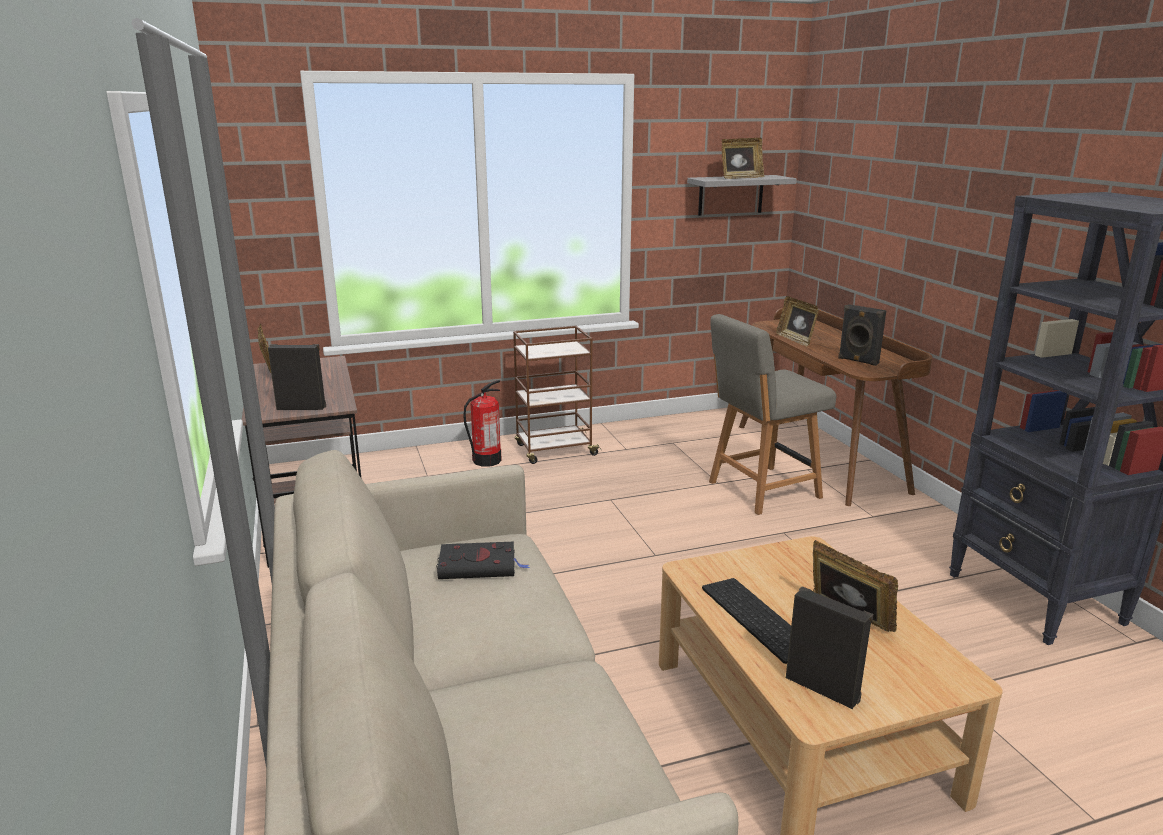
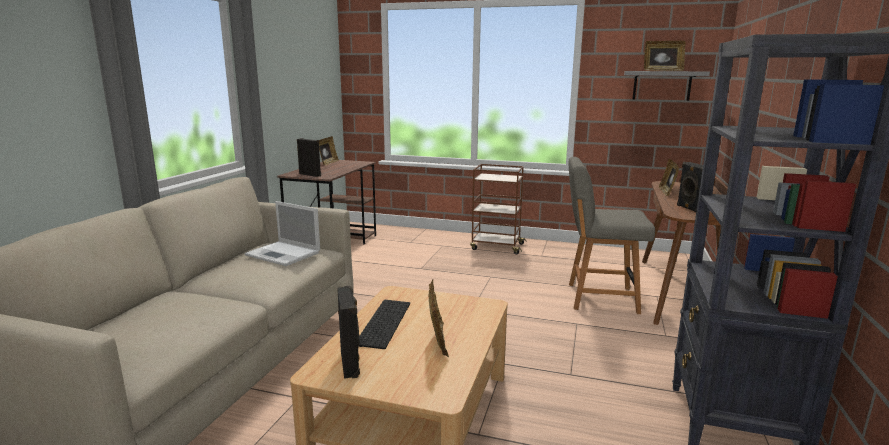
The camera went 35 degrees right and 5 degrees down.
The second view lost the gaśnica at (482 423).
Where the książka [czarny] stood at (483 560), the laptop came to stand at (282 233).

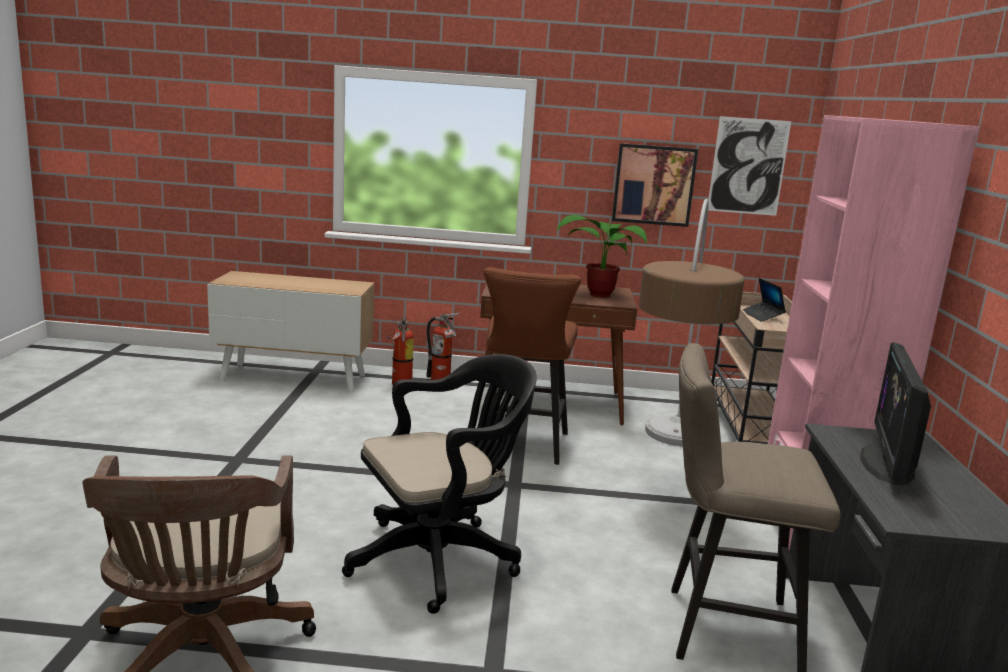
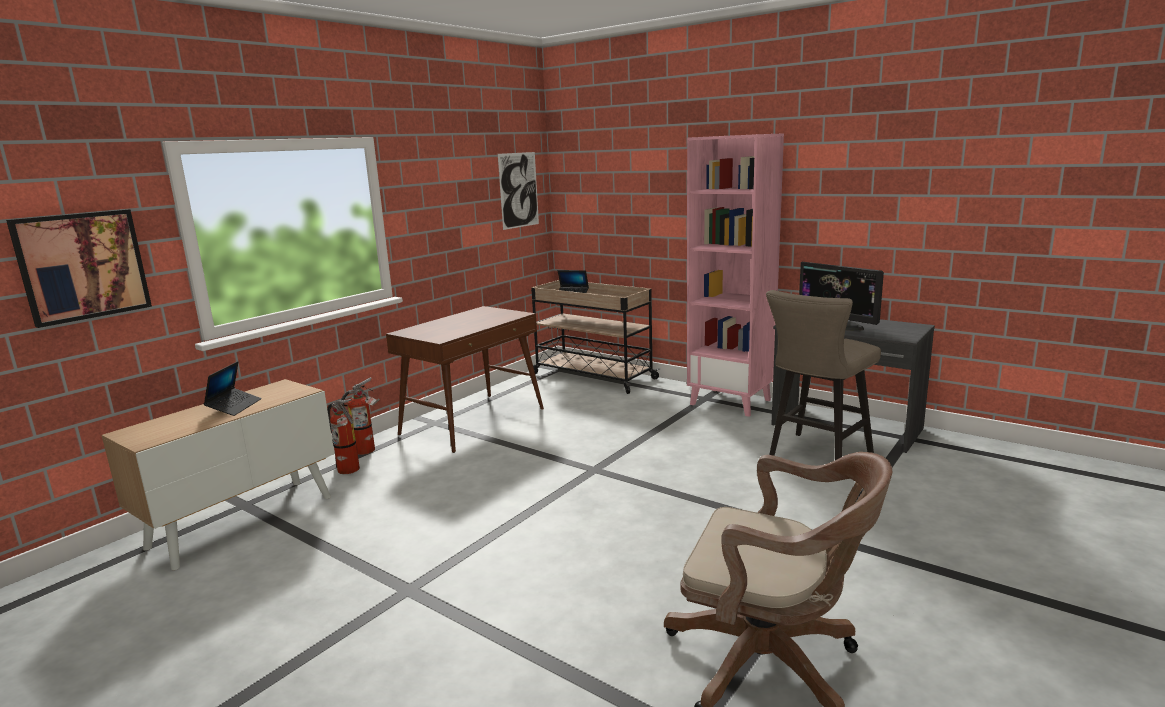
The camera went 55 degrees left and 0 degrees up.
The second view lost the krzesło biurowe [czarny] at (439 484).
The second view lost the stołek [brązowy] at (532 366).
The second view lost the roślina doniczkowa at (602 256).
The second view lost the lampa stojąca at (691 322).
The second view gained the laptop at (232 388).
The obraz ended up elsewhere, having gone from (655 185) to (79 268).

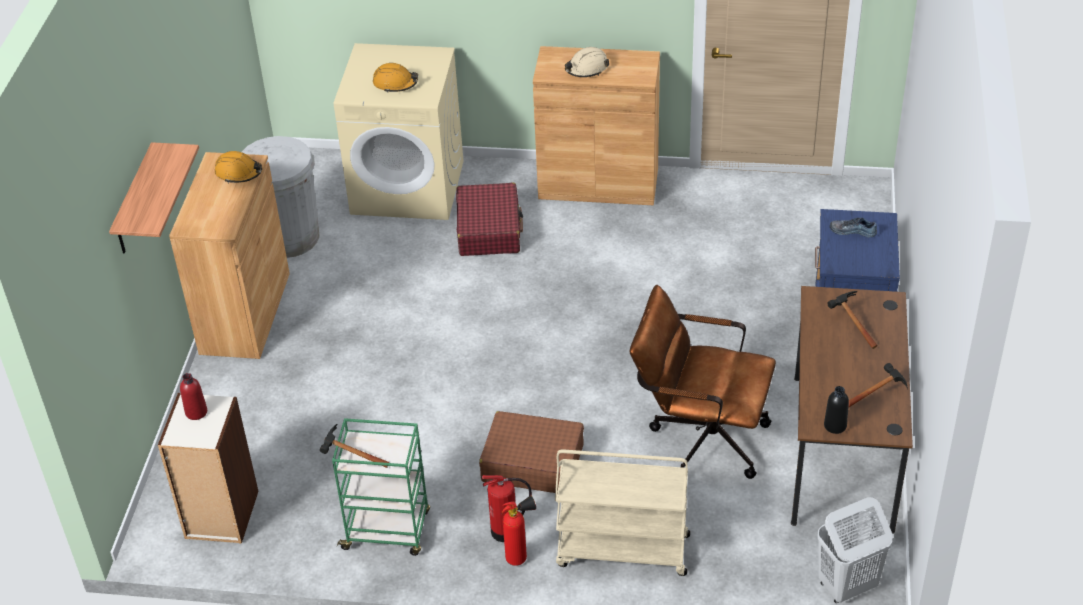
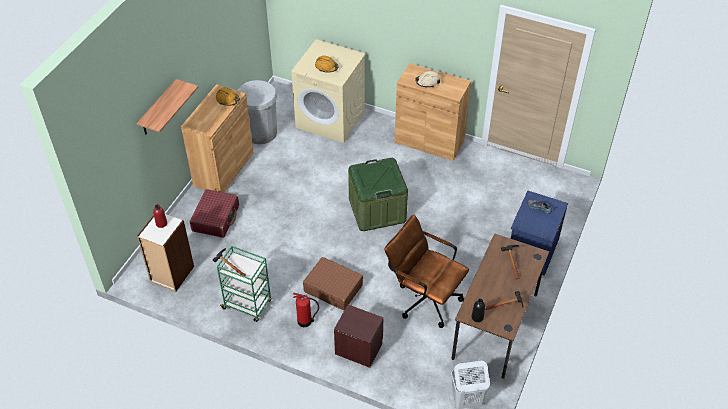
The camera went 15 degrees right and 5 degrees up.
The second view lost the gaśnica at (518 530).
The second view gained the pojemnik do przechowywania [zielony] at (378 194).
The walizka [czerwony] ended up elsewhere, having gone from (489 219) to (214 213).
Where the wózek [beżowy] stood at (622 512), the szafka nocna [brązowy] came to stand at (359 336).

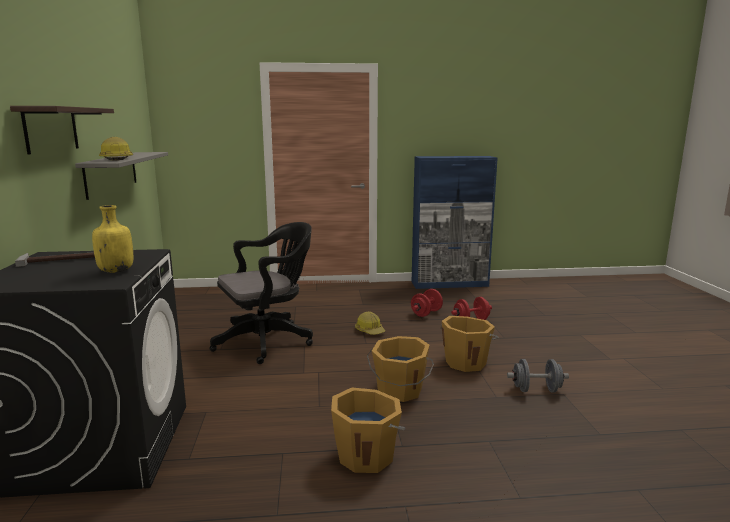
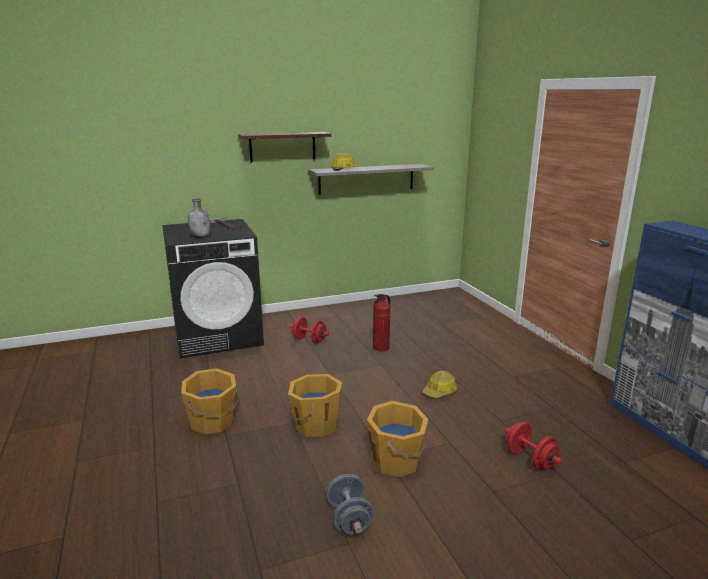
The camera went 75 degrees right and 5 degrees up.
The hantel [czerwony] ended up elsewhere, having gone from (427 303) to (309 330).
Where the krzesło biurowe [czarny] stood at (261 293), the gaśnica came to stand at (382 323).
What was the butelka [żółty] at (112 239) turned into the butelka [szary] at (199 218).

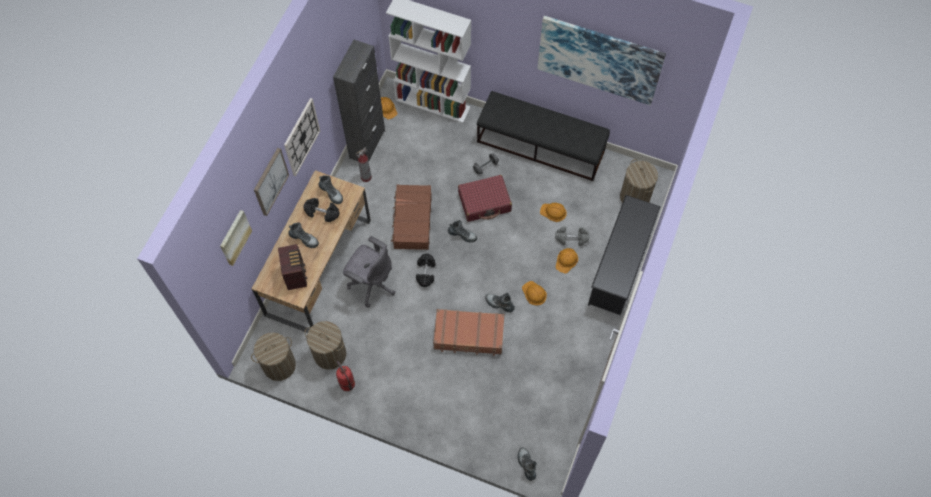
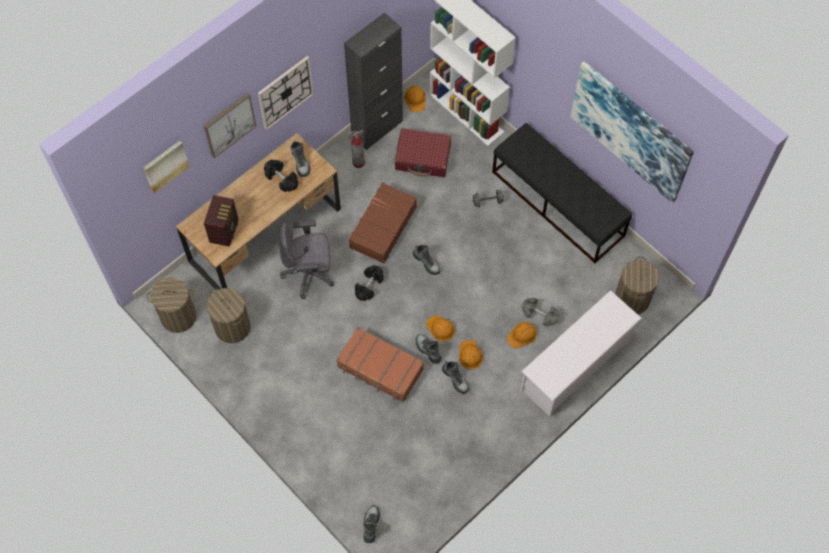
The camera went 25 degrees right and 0 degrees up.
The second view lost the gaśnica at (345 376).
The but z cholewką ended up elsewhere, having gone from (303 235) to (455 377).
The walizka [czerwony] ended up elsewhere, having gone from (485 198) to (422 152).
The kask [pomarańczowy] ended up elsewhere, having gone from (553 212) to (440 328).
What was the regał na buty [czarny] at (624 255) turned into the regał na buty [biały] at (581 353).
The krzesło biurowe [szary] at (369 272) ended up facing another way, 120 degrees clockwise from before.

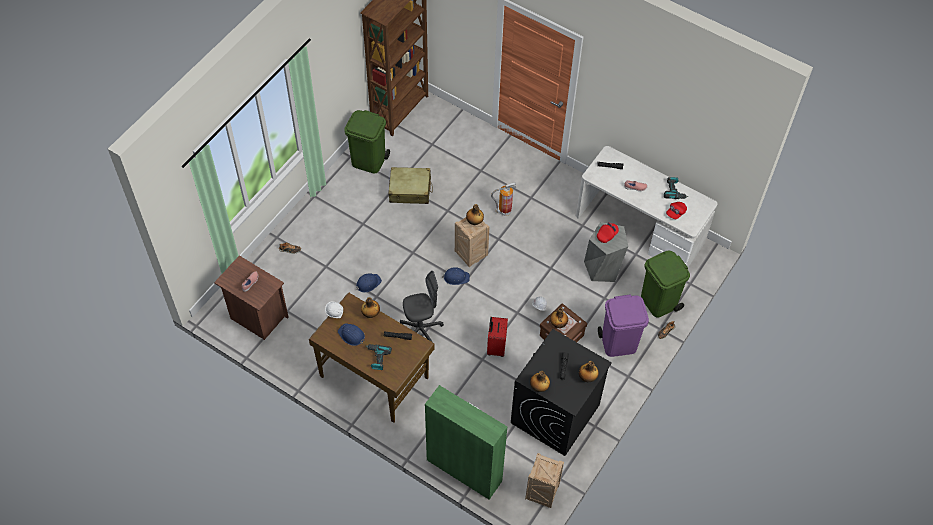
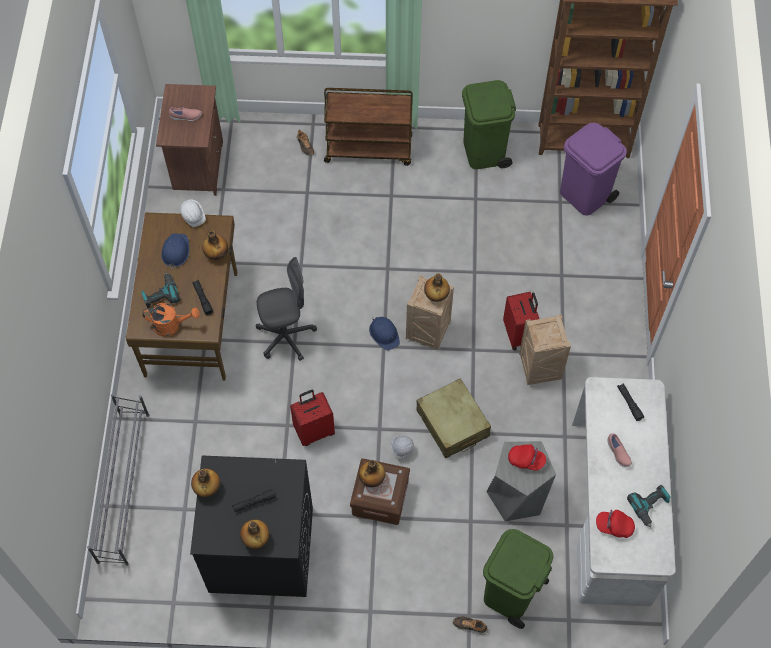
The camera went 60 degrees right and 5 degrees up.
The second view lost the kask [niebieski] at (369 283).
The second view gained the konewka [pomarańczowy] at (171 320).
The second view gained the wózek [brązowy] at (368 127).
The walizka [beżowy] ended up elsewhere, having gone from (410 185) to (453 418).
The skrzynka ended up elsewhere, having gone from (544 480) to (545 349).
The kosz na śmieci [fioletowy] ended up elsewhere, having gone from (623 325) to (593 169).
Where the szafka [zielony] stood at (466 442), the regał na buty [szary] came to stand at (118 480).
Where the gaśnica stood at (503 199), the walizka [czerwony] came to stand at (521 321).
The krzesło biurowe [szary] at (422 306) ended up facing another way, 60 degrees counterclockwise from before.

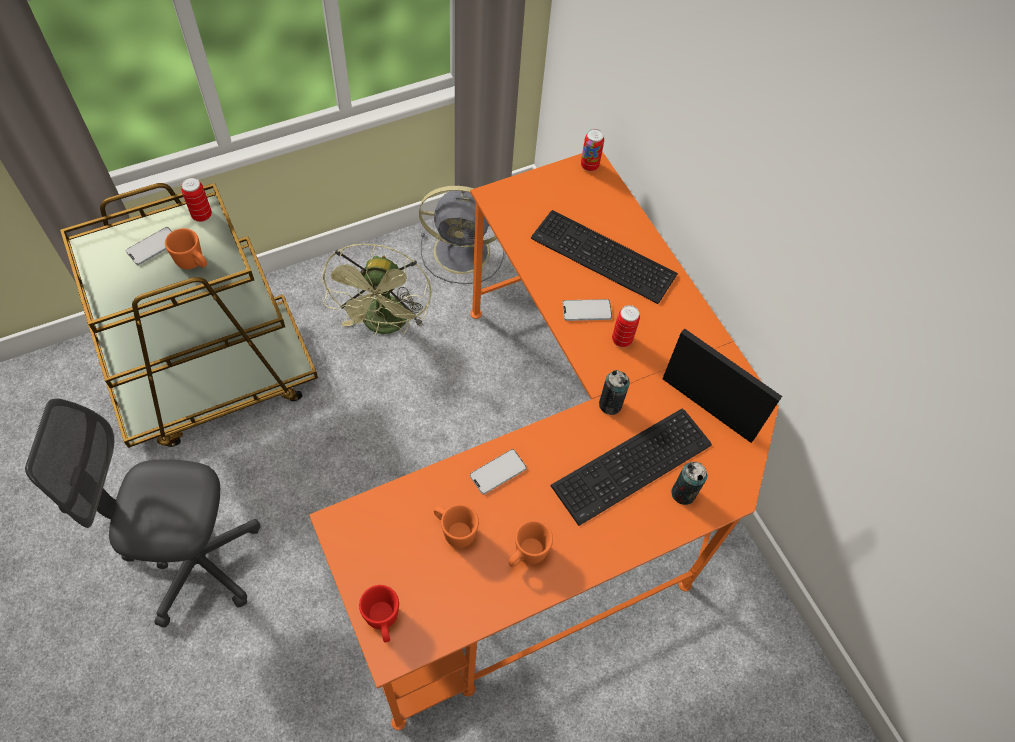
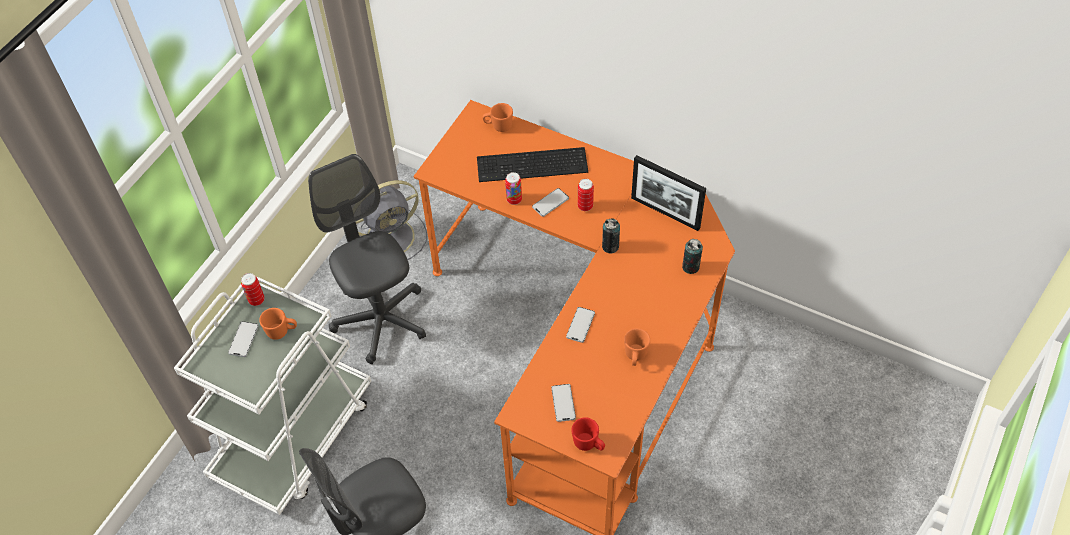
The camera went 30 degrees left and 5 degrees down.
The second view lost the klawiatura at (631 467).
The second view gained the telefon at (563 403).
The kubek [pomarańczowy] ended up elsewhere, having gone from (456 526) to (498 117).
The puszka ended up elsewhere, having gone from (592 150) to (513 188).
Where the wentylator [zielony] stood at (376 290), the krzesło biurowe [szary] came to stand at (367 259).
What was the wózek [brązowy] at (189 315) turned into the wózek [biały] at (272 395).
The ramka na zdjęcie at (722 386) ended up facing another way, 150 degrees counterclockwise from before.

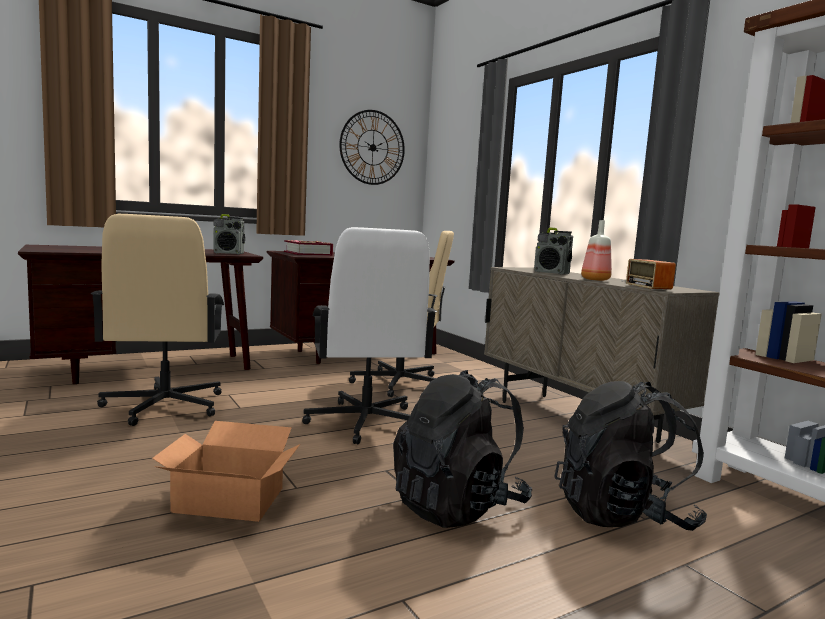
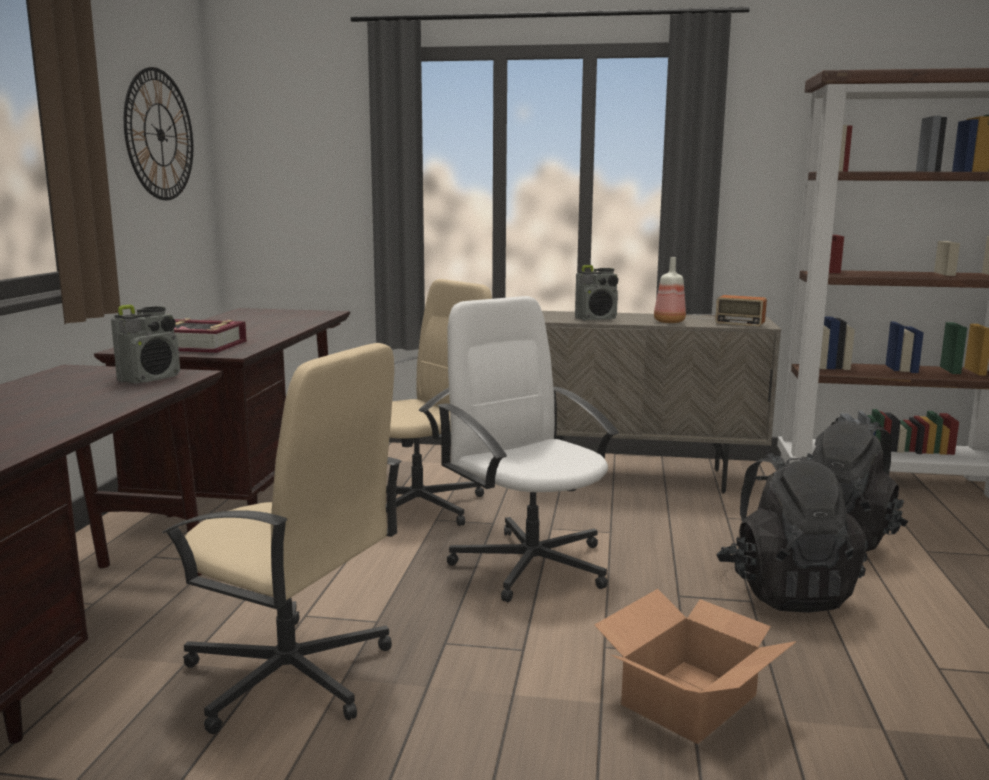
The camera went 50 degrees left and 5 degrees up.
The krzesło biurowe [biały] at (369 336) ended up facing another way, 150 degrees counterclockwise from before.

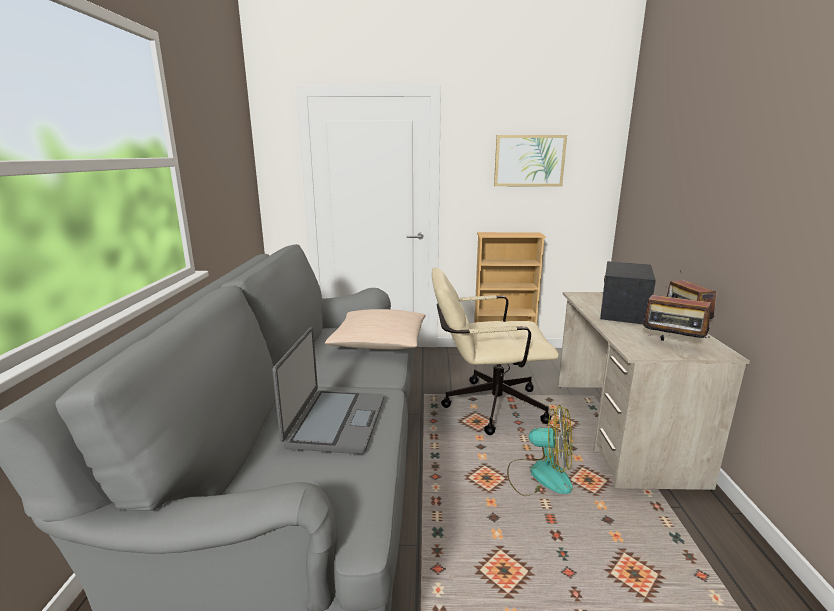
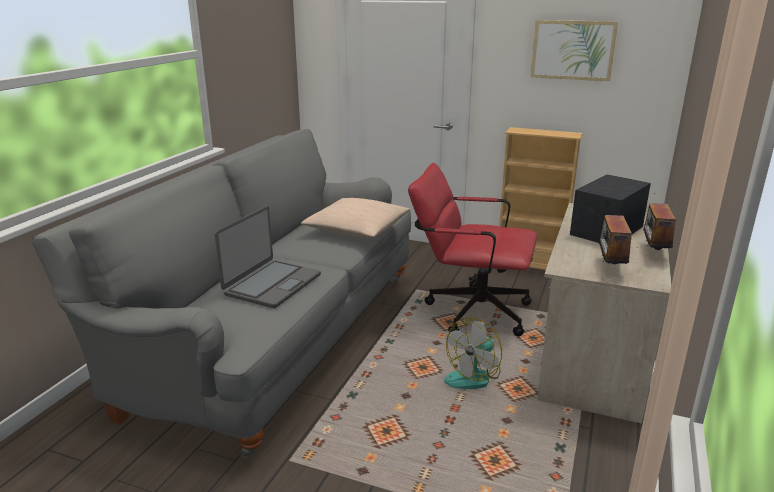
The camera went 20 degrees right and 5 degrees up.
What was the krzesło biurowe [beżowy] at (495 351) turned into the krzesło biurowe [czerwony] at (473 249).
The wentylator at (540 450) ended up facing another way, 90 degrees clockwise from before.
The radio at (677 313) ended up facing another way, 45 degrees clockwise from before.

